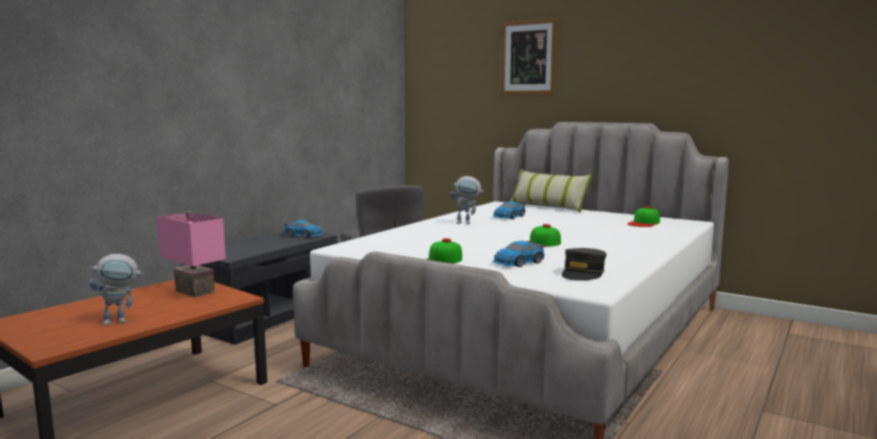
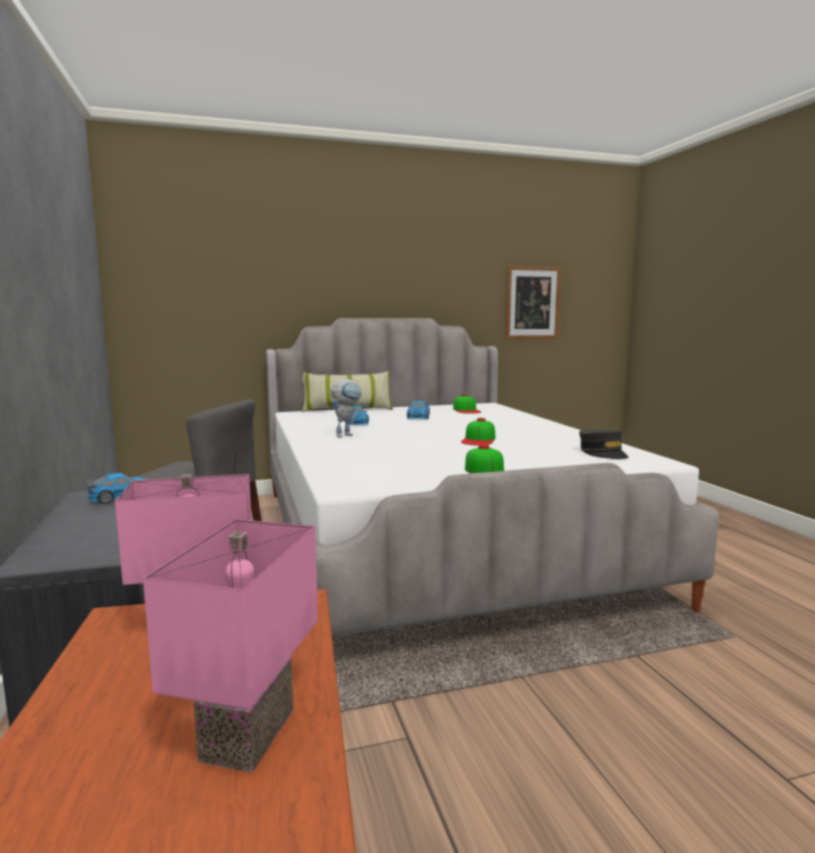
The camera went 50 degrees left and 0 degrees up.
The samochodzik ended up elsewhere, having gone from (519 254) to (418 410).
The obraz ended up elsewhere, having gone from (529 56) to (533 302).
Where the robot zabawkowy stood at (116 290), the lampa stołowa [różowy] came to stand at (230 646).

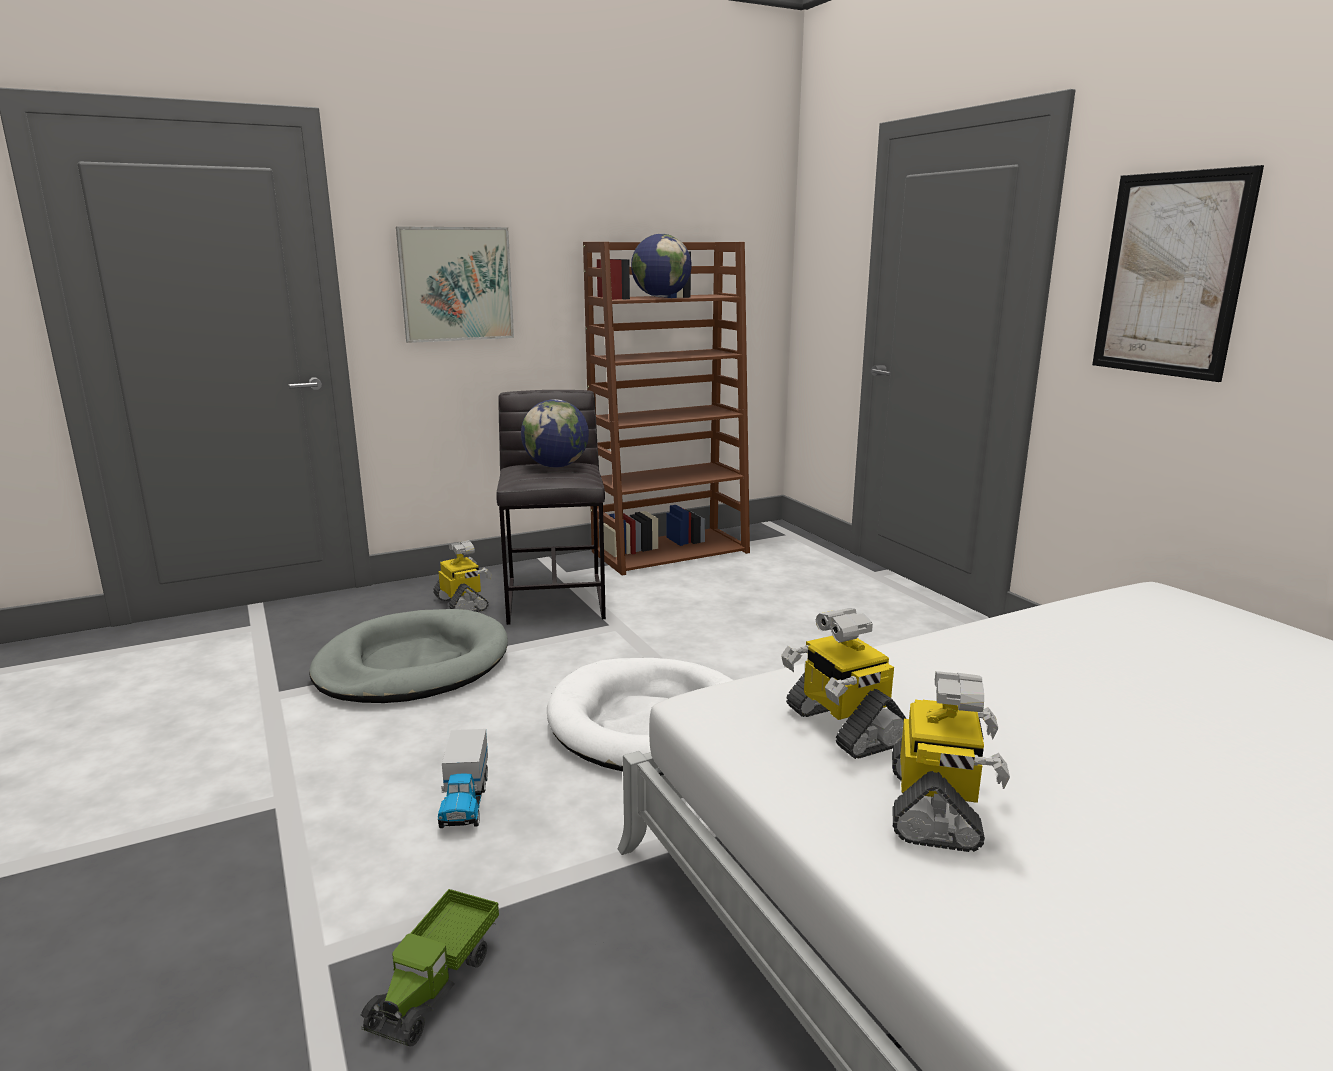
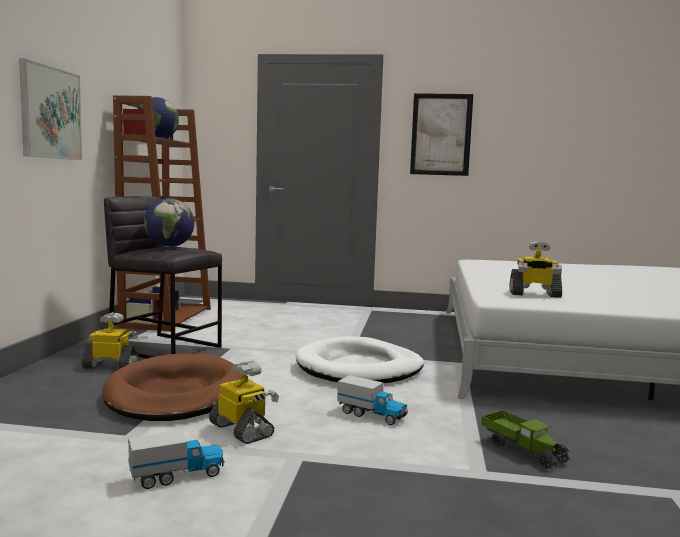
The camera went 55 degrees left and 10 degrees down.
The second view gained the ciężarówka zabawkowa at (176 459).
The robot zabawkowy ended up elsewhere, having gone from (951 761) to (244 402).
What was the legowisko [szary] at (408 656) turned into the legowisko [brązowy] at (171 387).

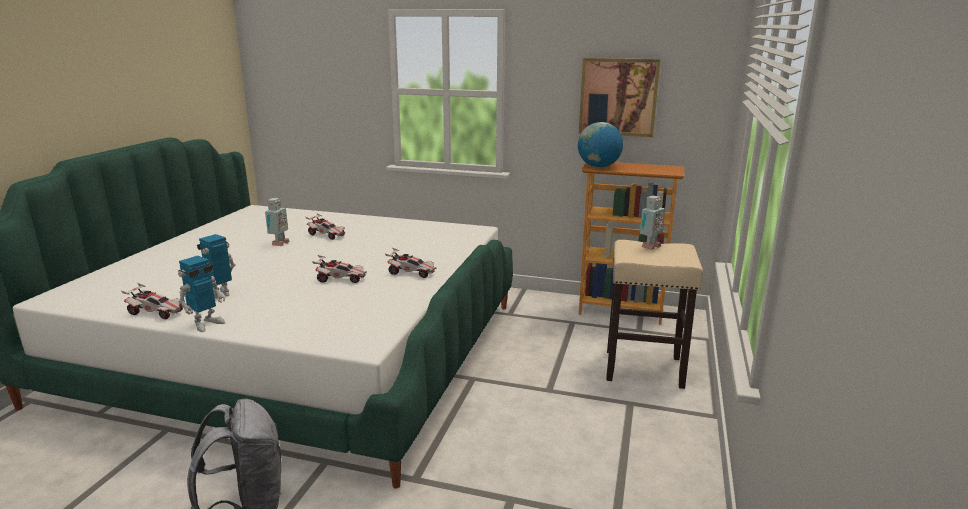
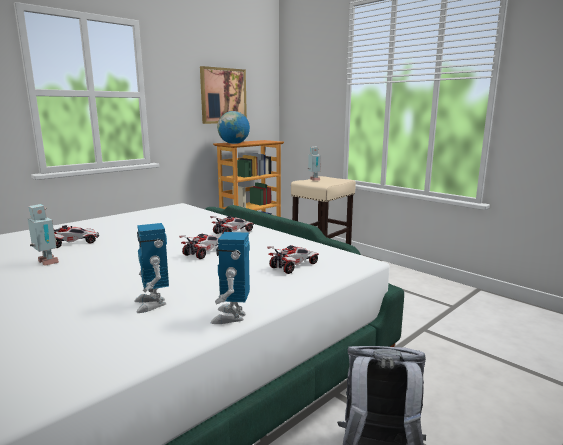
The camera went 60 degrees left and 5 degrees down.
The samochodzik ended up elsewhere, having gone from (152 301) to (293 259).
The robot zabawkowy at (201 294) ended up facing another way, 150 degrees counterclockwise from before.

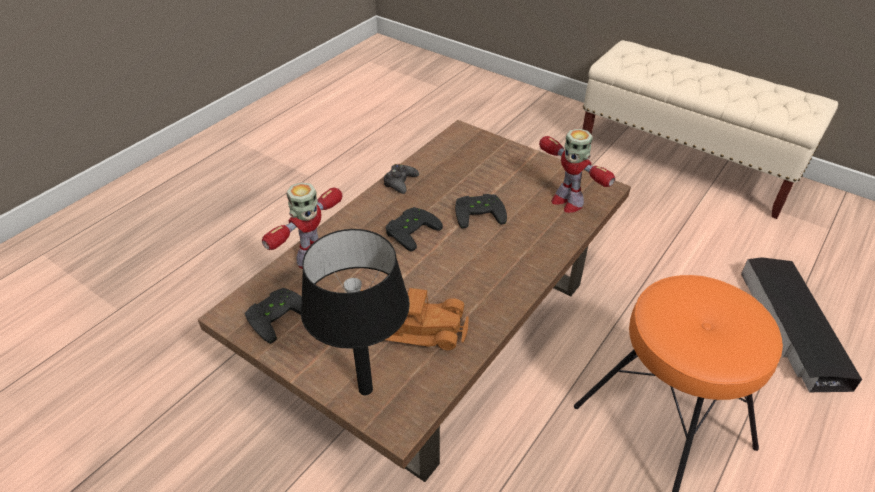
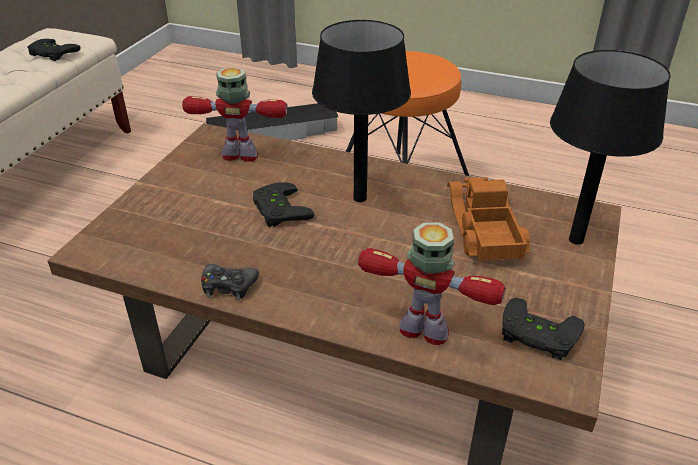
The camera went 105 degrees left and 5 degrees down.
The second view gained the lampa stołowa [czarny] at (361 111).
The pad do gier [czarny] ended up elsewhere, having gone from (414 229) to (54 50).
The robot zabawkowy at (577 170) ended up facing another way, 120 degrees counterclockwise from before.

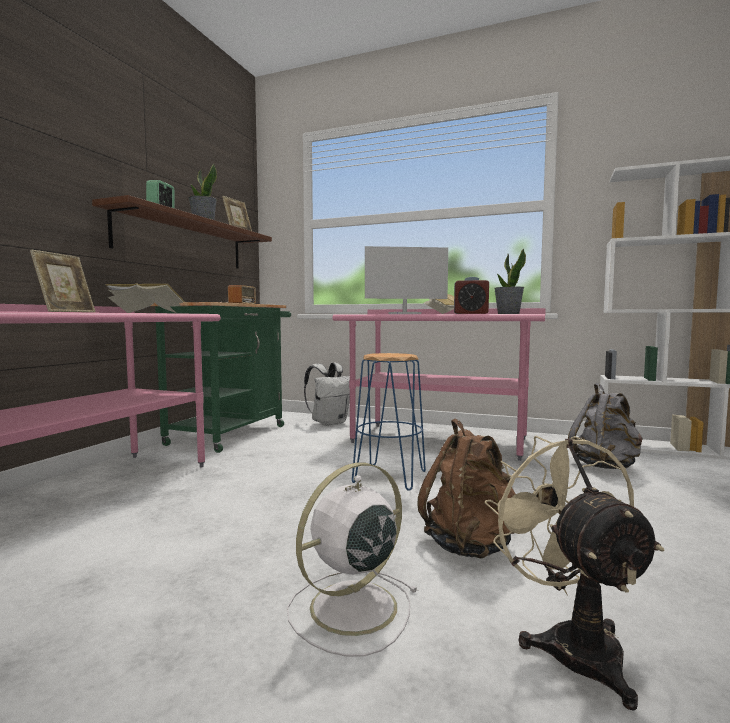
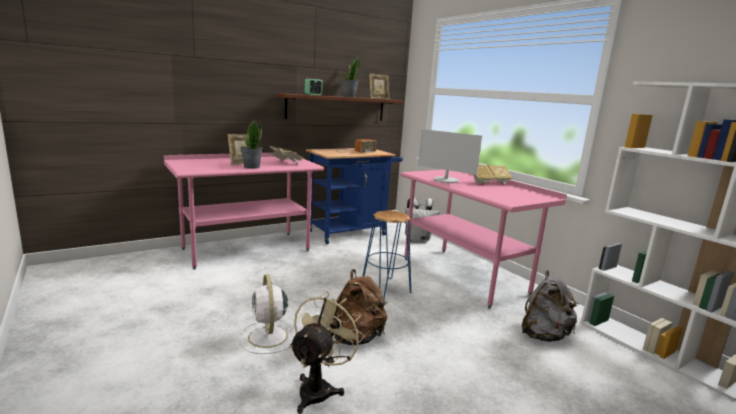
The camera went 35 degrees right and 10 degrees up.
The second view lost the budzik at (471 295).
The roślina doniczkowa ended up elsewhere, having gone from (510 281) to (251 144).
What was the wózek [zielony] at (221 377) turned into the wózek [niebieski] at (354 196).
The wentylator [biały] at (352 560) ended up facing another way, 105 degrees counterclockwise from before.

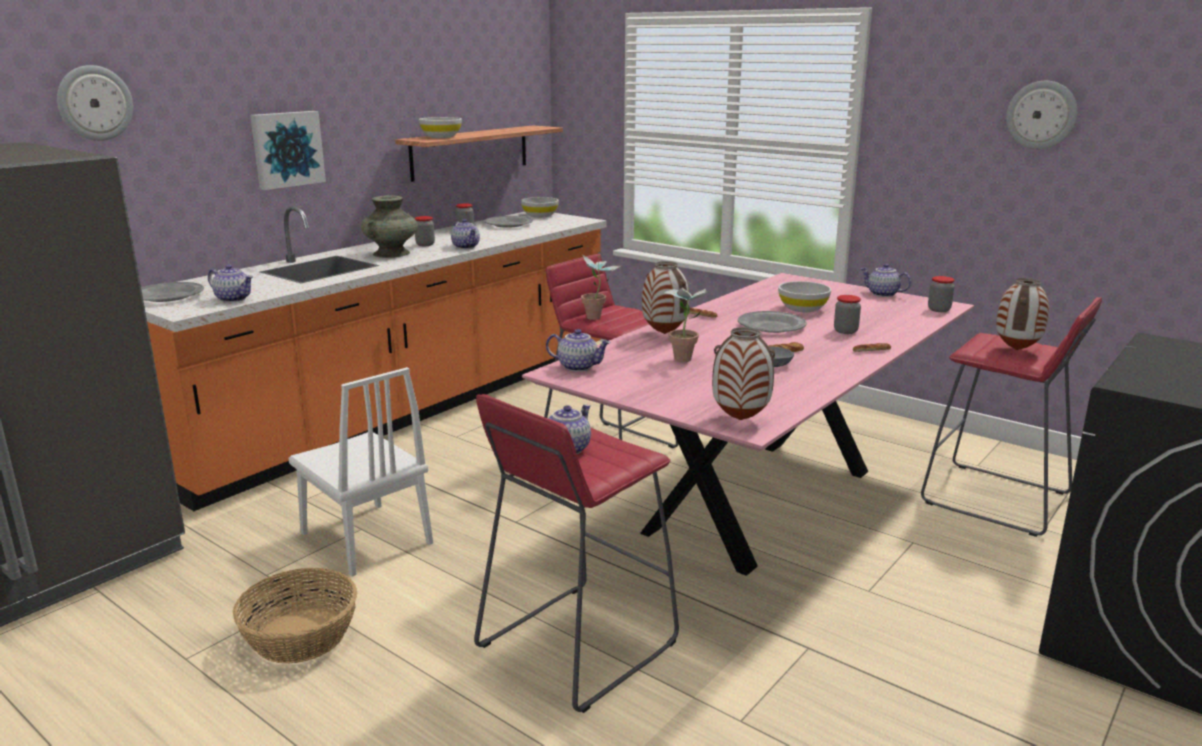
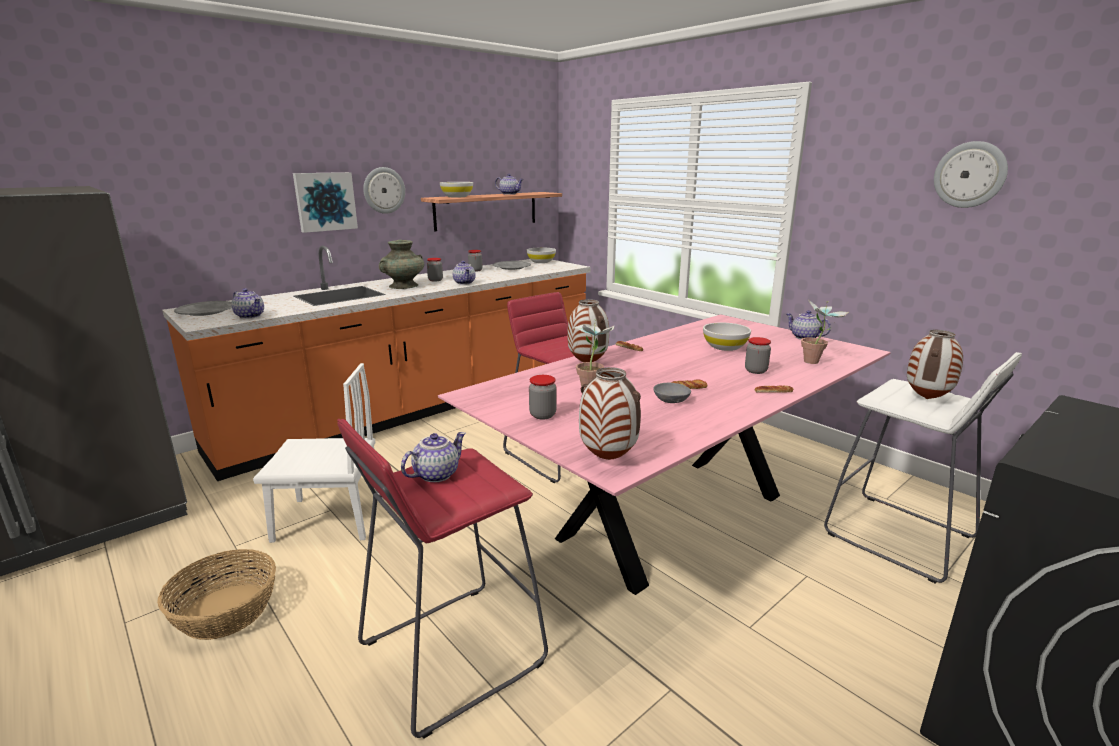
The camera went 10 degrees right and 0 degrees up.
The second view lost the talerz [szary] at (772 322).
The zegar ścienny ended up elsewhere, having gone from (95 103) to (384 190).
The imbryk ended up elsewhere, having gone from (578 350) to (509 184).
The roślina doniczkowa ended up elsewhere, having gone from (601 287) to (825 332).
The słoik ended up elsewhere, having gone from (941 294) to (543 397).
What was the stołek [czerwony] at (1011 417) turned into the stołek [biały] at (923 468).
The krzesło [biały] at (360 472) ended up facing another way, 60 degrees counterclockwise from before.

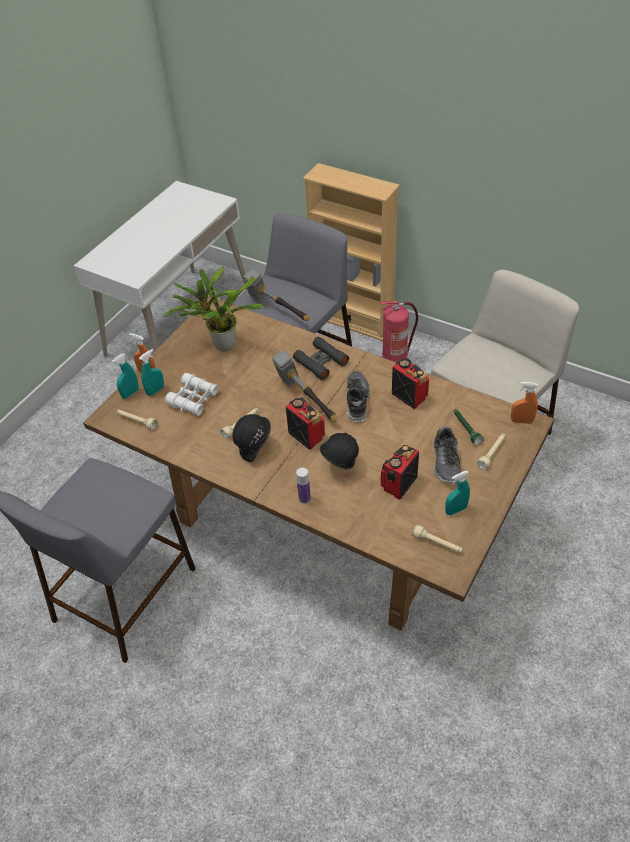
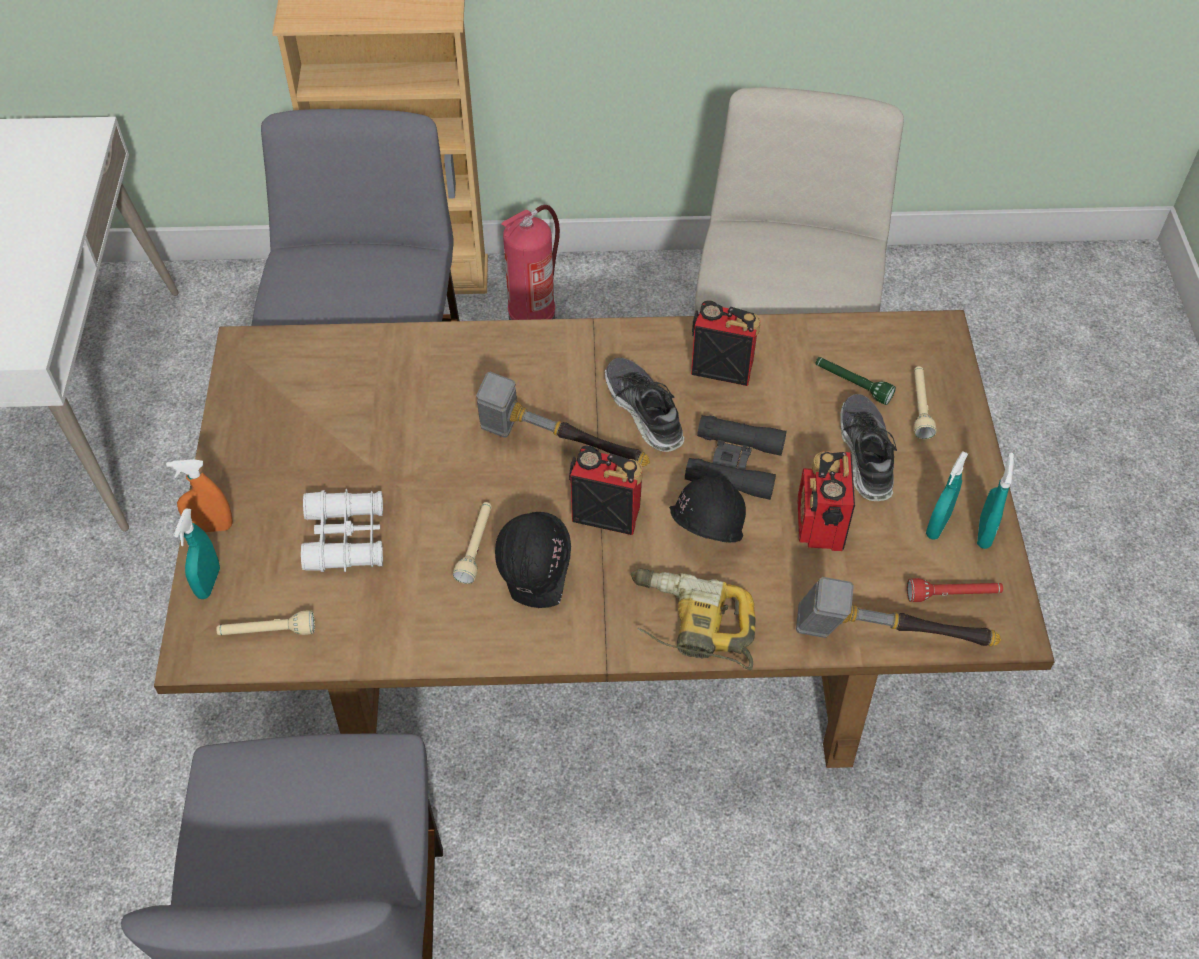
The camera went 35 degrees left and 5 degrees up.
The second view lost the roślina doniczkowa at (213 308).
The second view lost the spryskiwacz [pomarańczowy] at (524 403).
The spryskiwacz [turkusowy] ended up elsewhere, having gone from (151 372) to (995 501).
The młotek ended up elsewhere, having gone from (276 294) to (898 611).
The lornetka [czarny] ended up elsewhere, having gone from (321 358) to (736 457).
Where the butelka stood at (303 486), the wiertarka came to stand at (693 619).
What was the latarka [beżowy] at (437 539) turned into the latarka [czerwony] at (955 590).
The but at (447 455) ended up facing another way, 150 degrees counterclockwise from before.

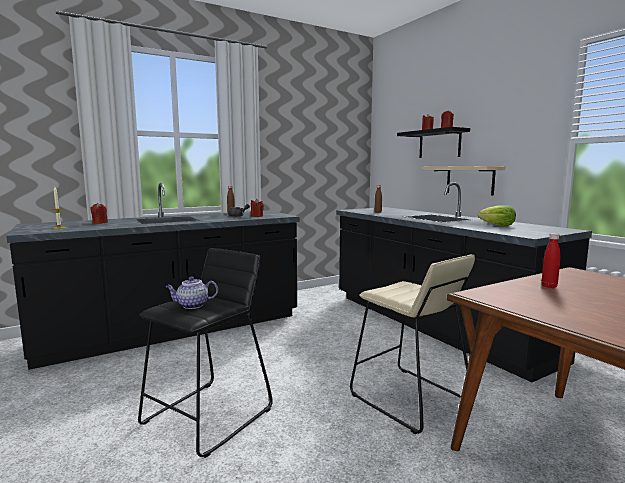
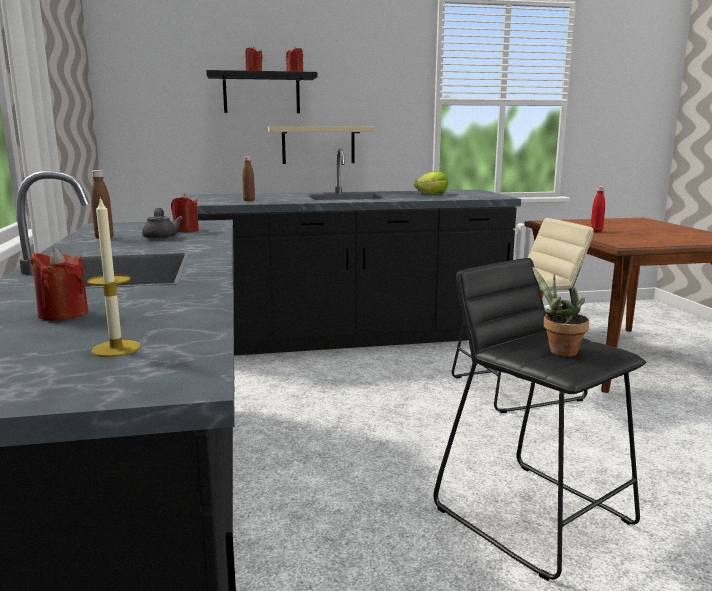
The camera went 70 degrees left and 5 degrees up.
Where the imbryk stood at (191 292), the roślina doniczkowa came to stand at (560 311).

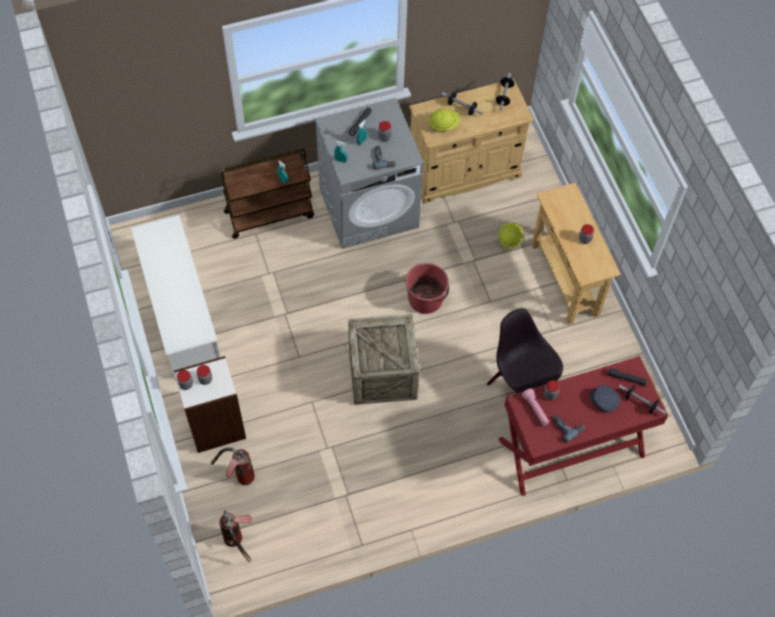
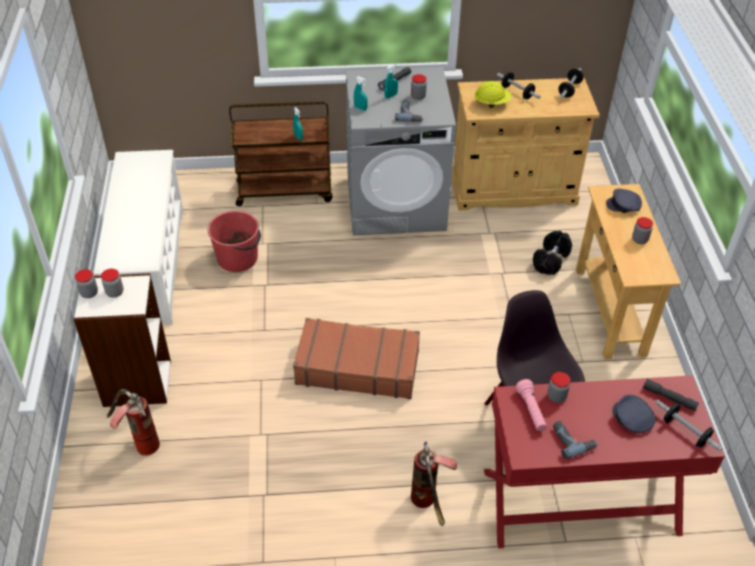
The camera went 15 degrees right and 15 degrees down.
The second view gained the czapka z daszkiem [szary] at (624 201).
The gaśnica ended up elsewhere, having gone from (235 536) to (434 483).
The wiadro [czerwony] ended up elsewhere, having gone from (427 288) to (234 241).
Where the skrzynka stood at (383 359), the walizka [brązowy] came to stand at (356 358).
Where the kask [żółty] stood at (510 235), the hantel [czarny] came to stand at (552 253).

